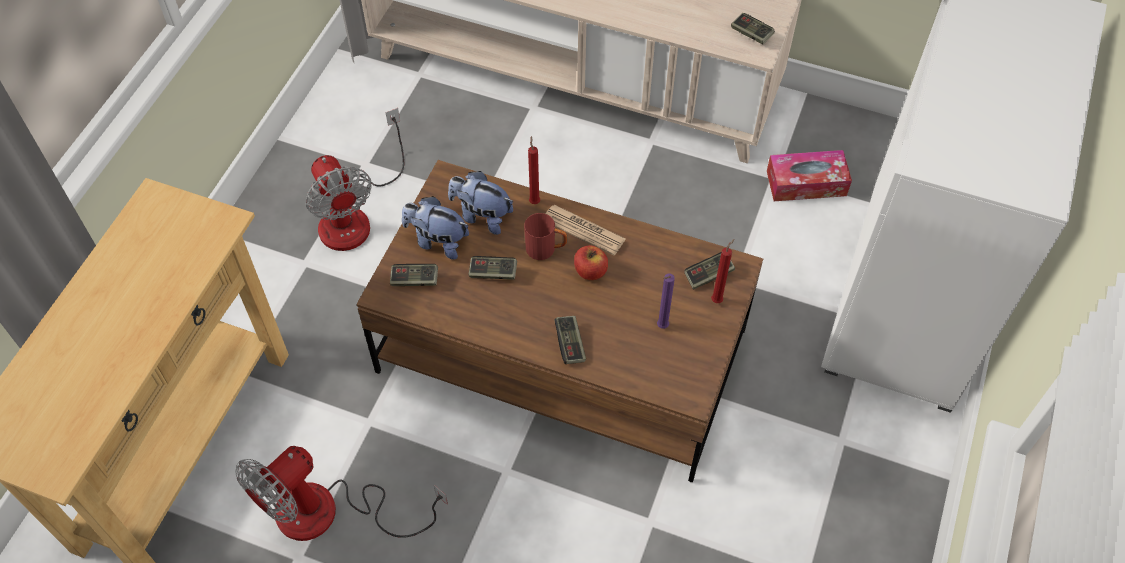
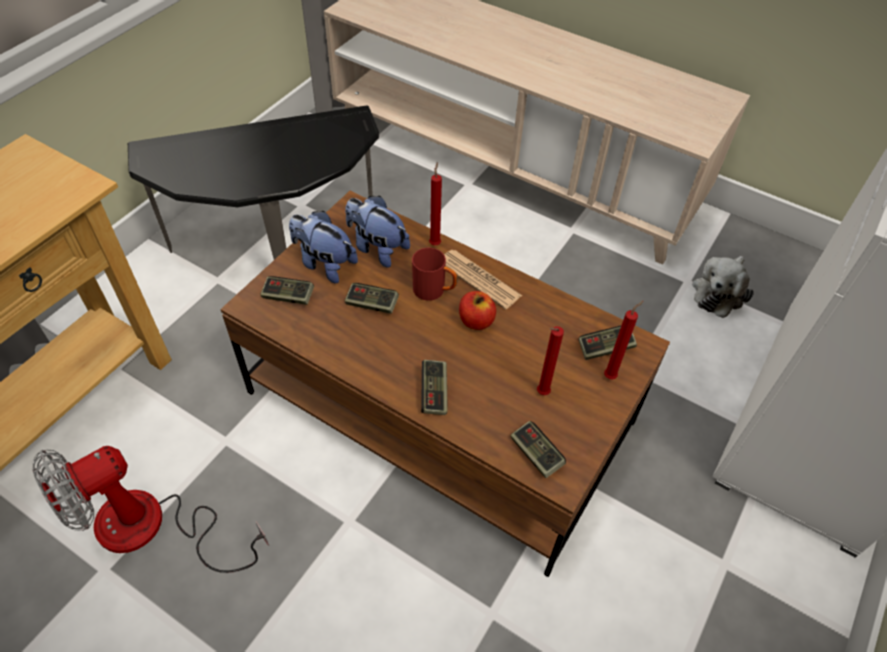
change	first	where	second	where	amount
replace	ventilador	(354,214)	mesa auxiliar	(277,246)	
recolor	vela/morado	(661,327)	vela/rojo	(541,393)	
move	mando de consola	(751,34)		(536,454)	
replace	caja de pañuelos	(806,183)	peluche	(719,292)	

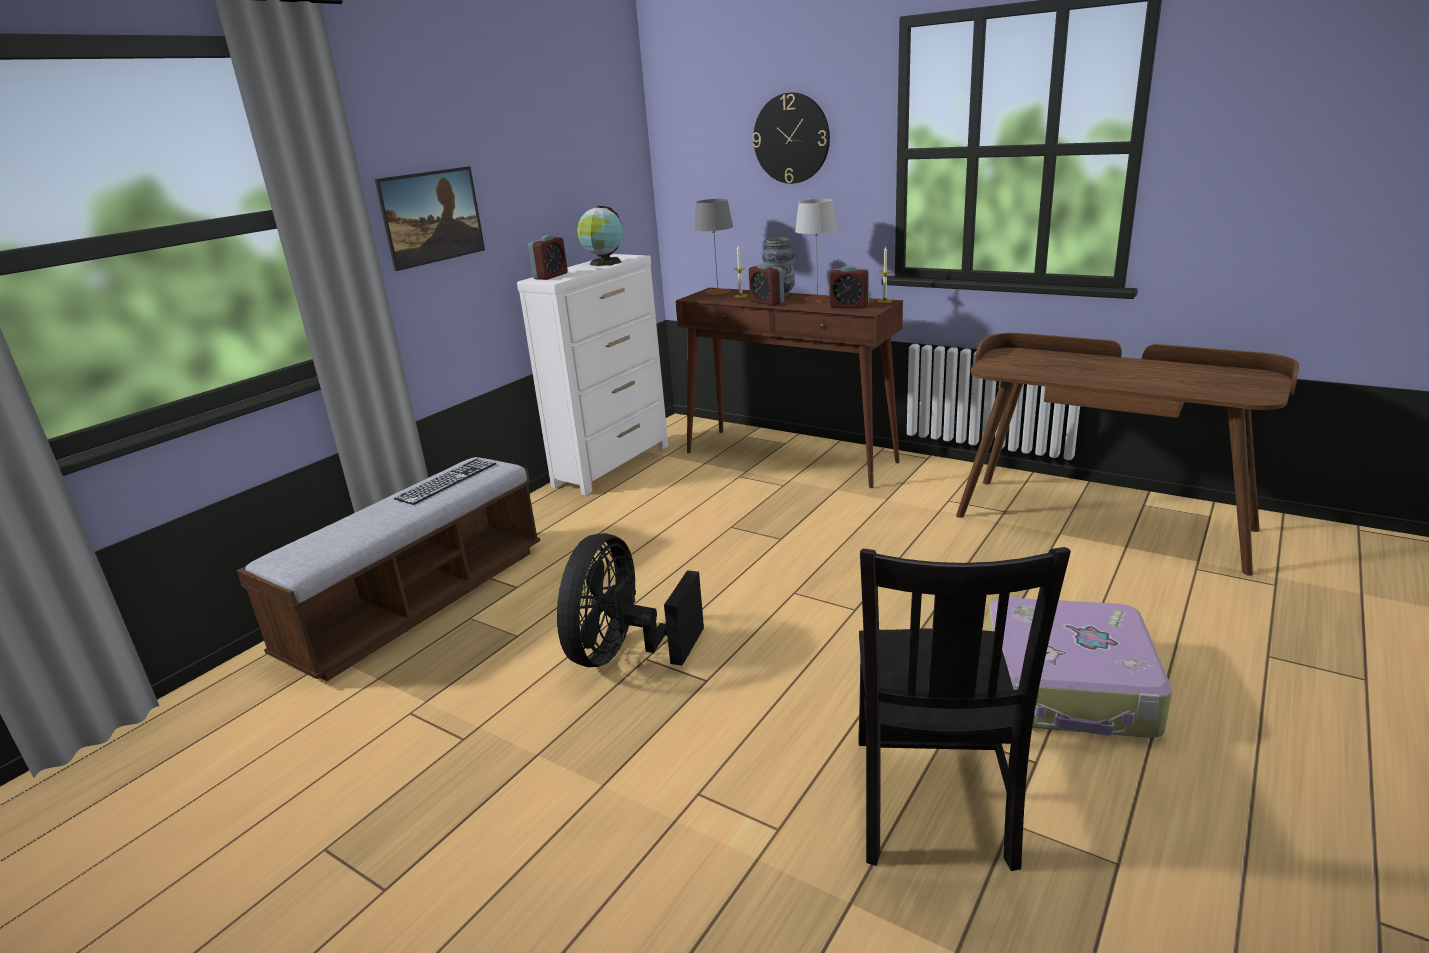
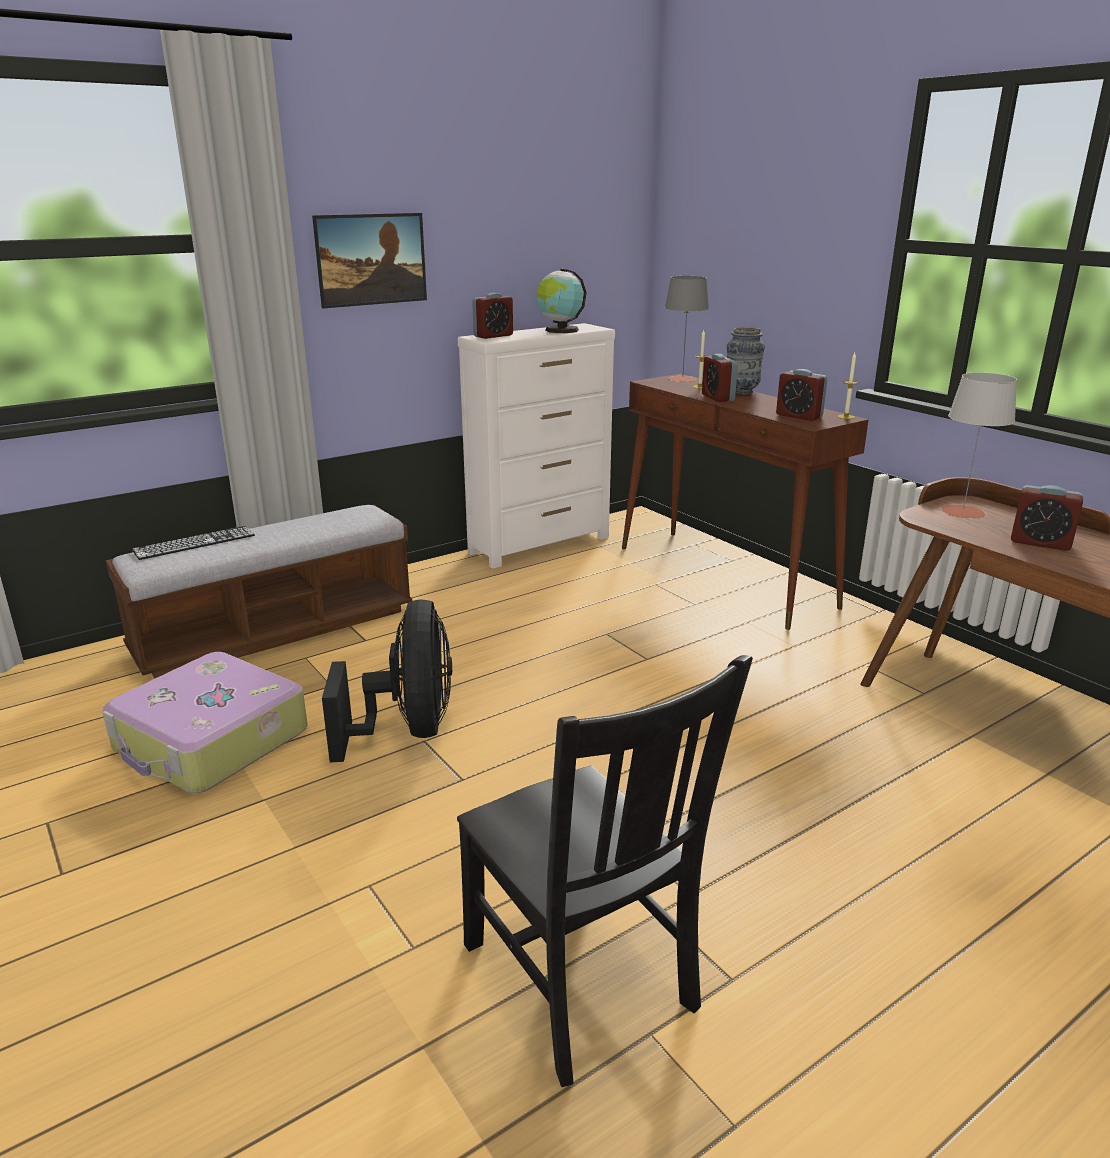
change	first	where	second	where	amount
move	teclado	(447,481)		(194,543)	
rotate	ventilador/negro	(624,653)		(408,730)	135 degrees clockwise
delete	reloj de pared	(791,138)			
move	lámpara de mesa/gris	(817,298)		(962,512)	
rotate	silla/negro	(932,804)		(582,981)	60 degrees counterclockwise
move	maleta	(1069,687)		(211,741)	
insert			despertador	(1040,543)	

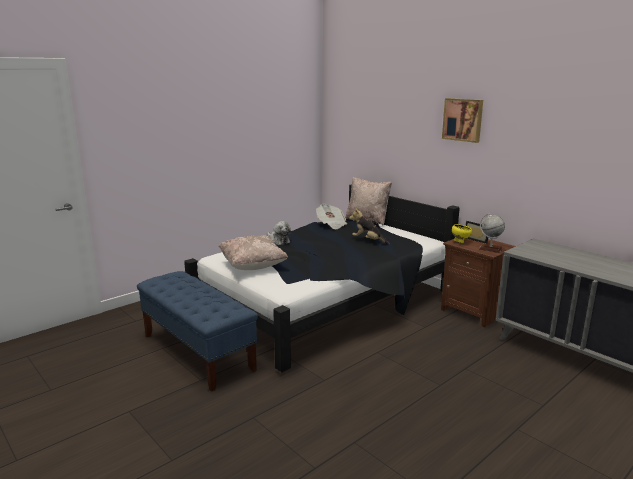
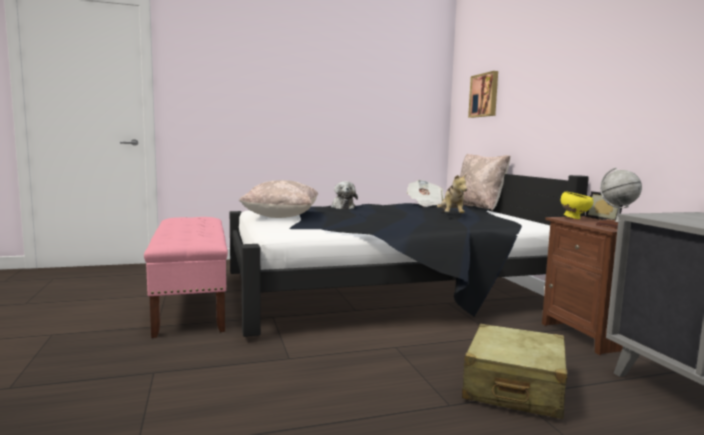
change	first	where	second	where	amount
recolor	banco/azul	(198,352)	banco/rosa	(191,304)	
rotate	peluche	(368,241)		(451,216)	150 degrees counterclockwise
move	cuadro	(463,119)		(484,95)	
insert			maleta/beis	(514,387)	

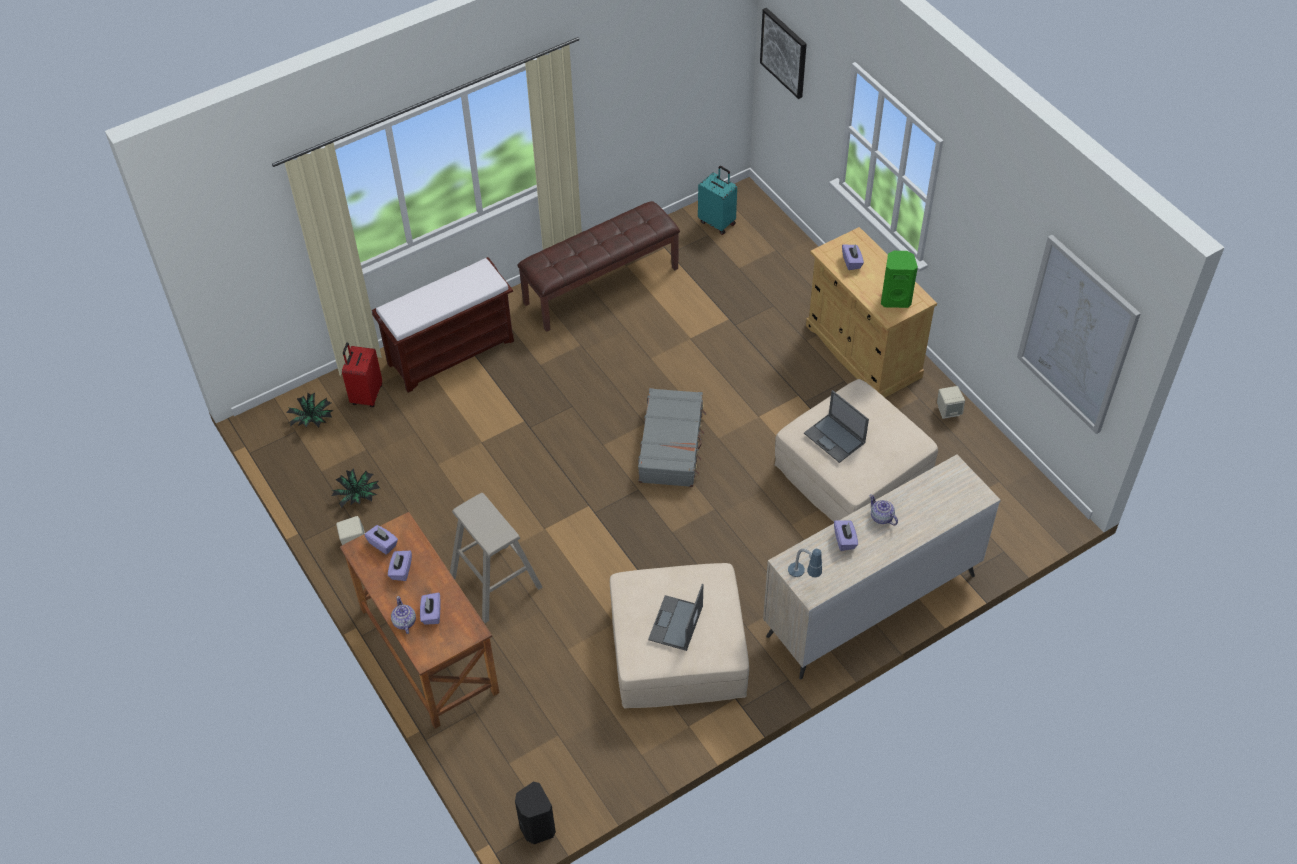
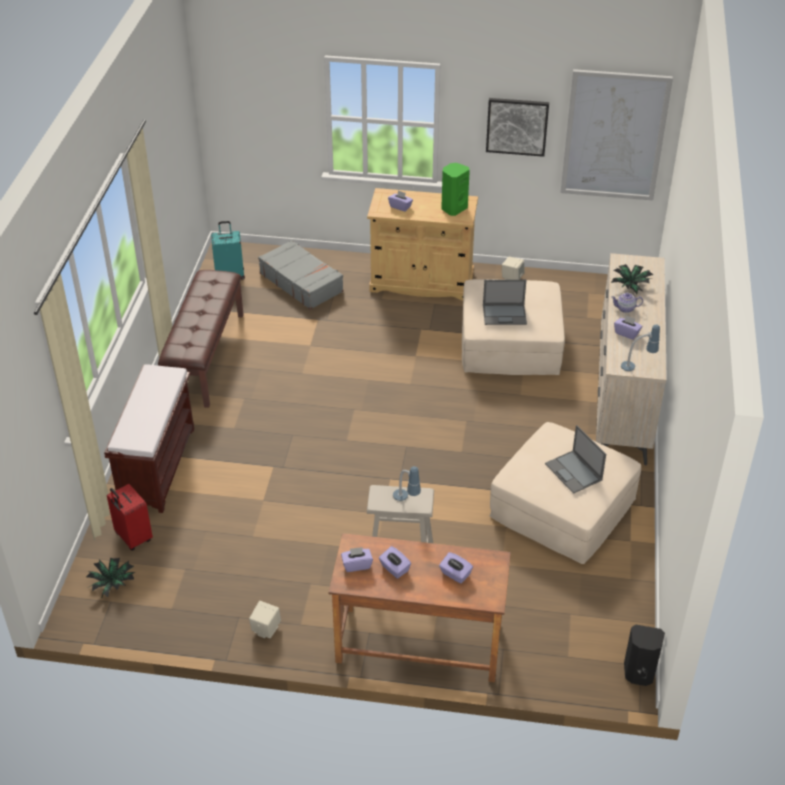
change	first	where	second	where	amount
move	planta en maceta	(357,496)		(630,286)	
delete	tetera	(404,622)			
move	maleta/gris	(672,445)		(301,282)	
move	cuadro	(784,52)		(517,126)	
insert			lámpara de mesa	(406,502)	

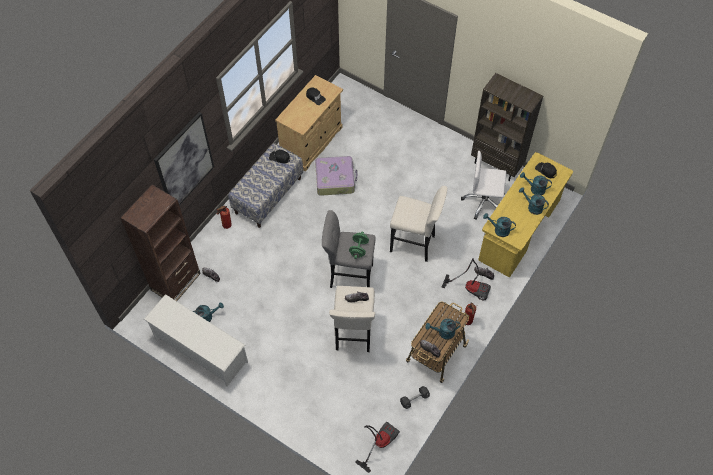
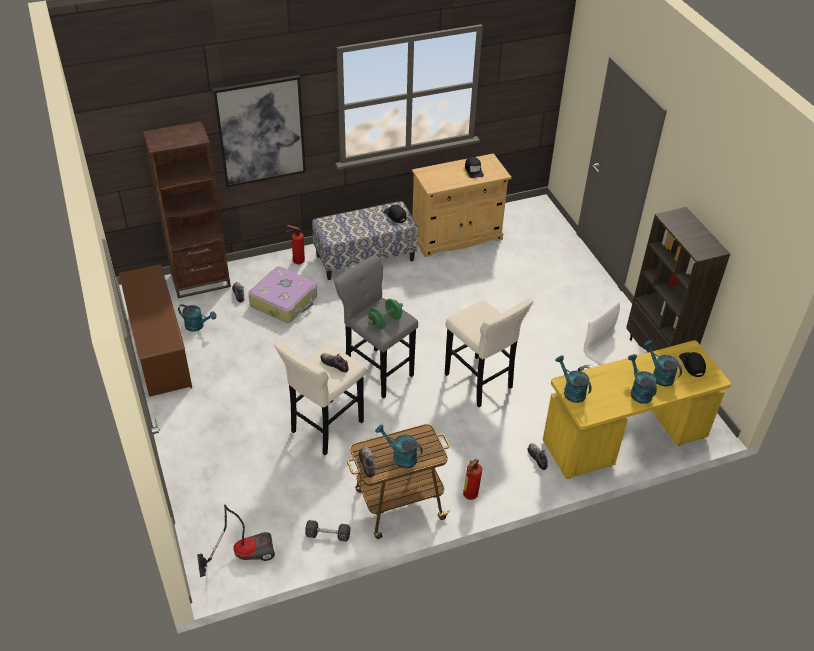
change	first	where	second	where	amount
recolor	zapatero/blanco	(200,350)	zapatero/marrón	(159,350)	
move	maleta	(335,179)		(284,301)	
delete	aspiradora	(470,288)			

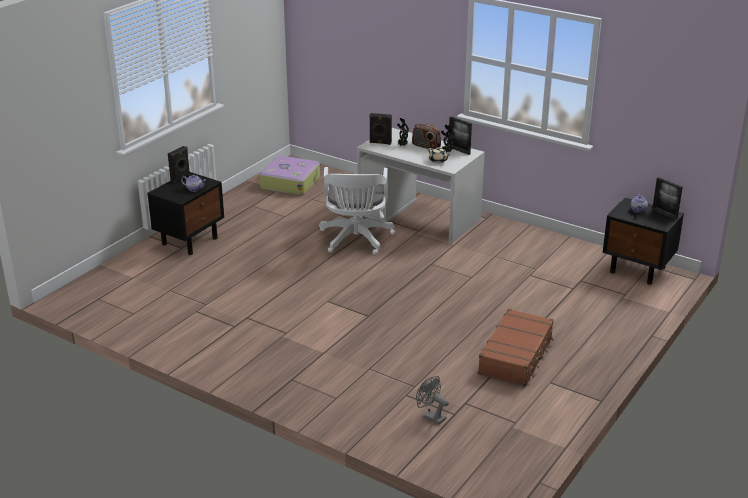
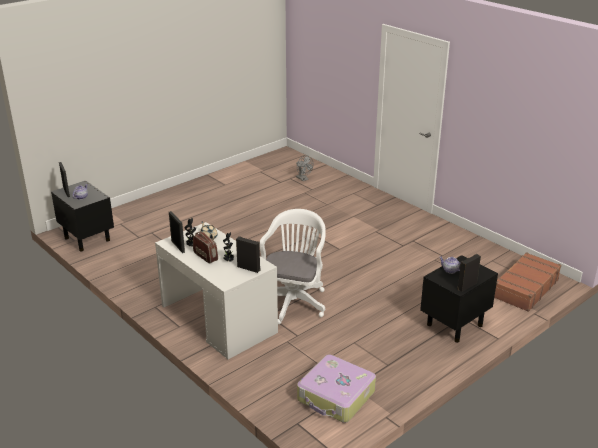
change	first	where	second	where	amount
move	maleta/marrón	(516,356)		(525,288)	

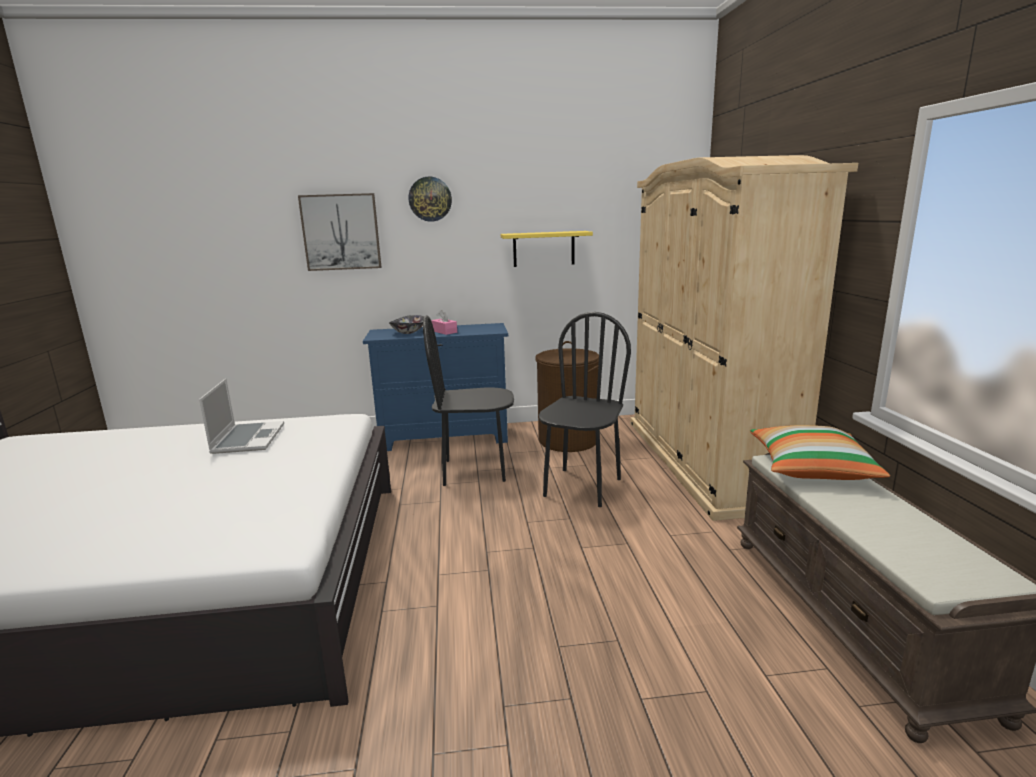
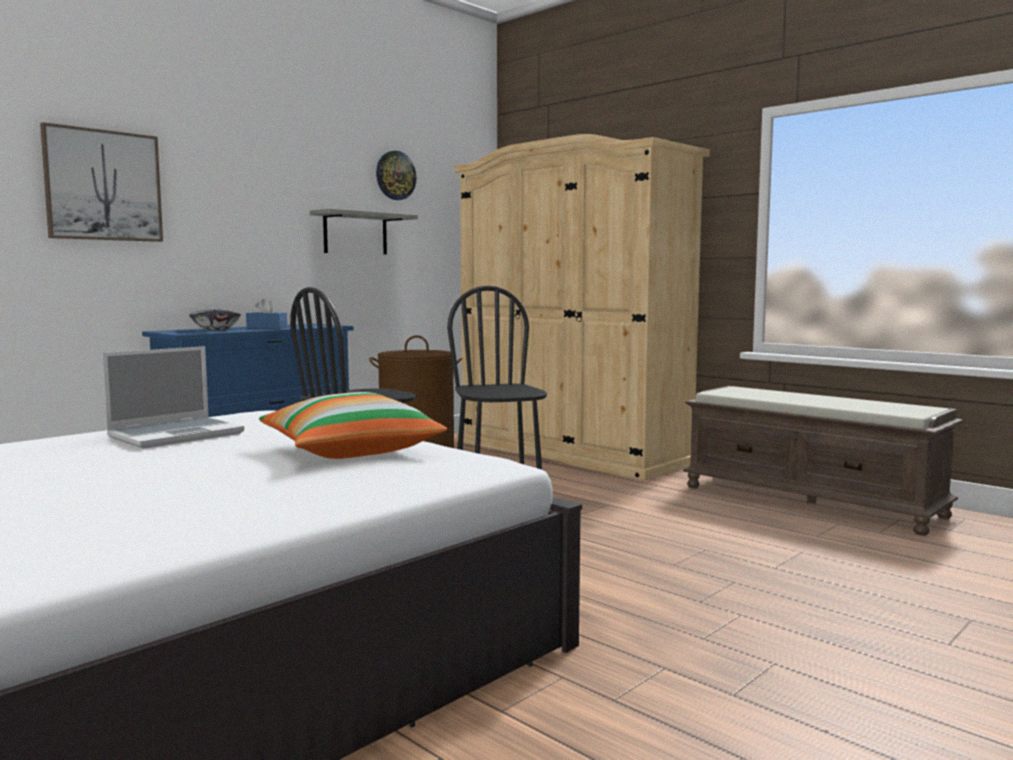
change	first	where	second	where	amount
rotate	portátil	(248,439)		(177,435)	90 degrees clockwise
move	reloj de pared	(430,199)		(395,175)	
recolor	caja de pañuelos/rosa	(444,332)	caja de pañuelos/azul	(267,328)	
recolor	estante/amarillo	(543,249)	estante/gris	(355,233)	
move	cojín	(810,468)		(350,451)	

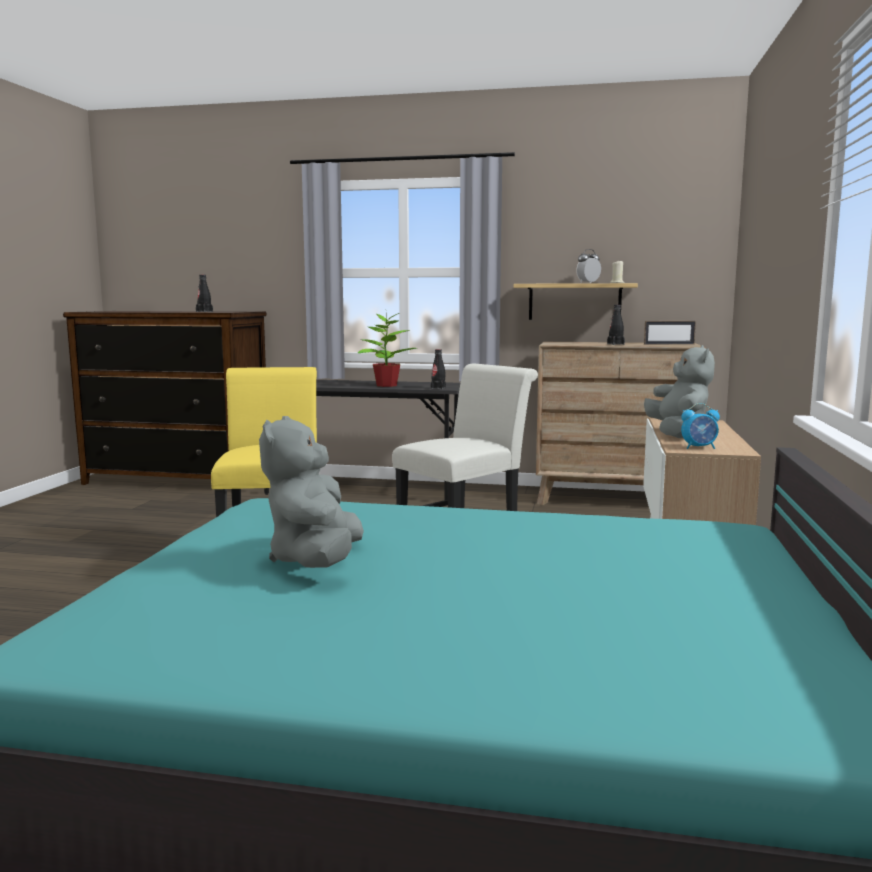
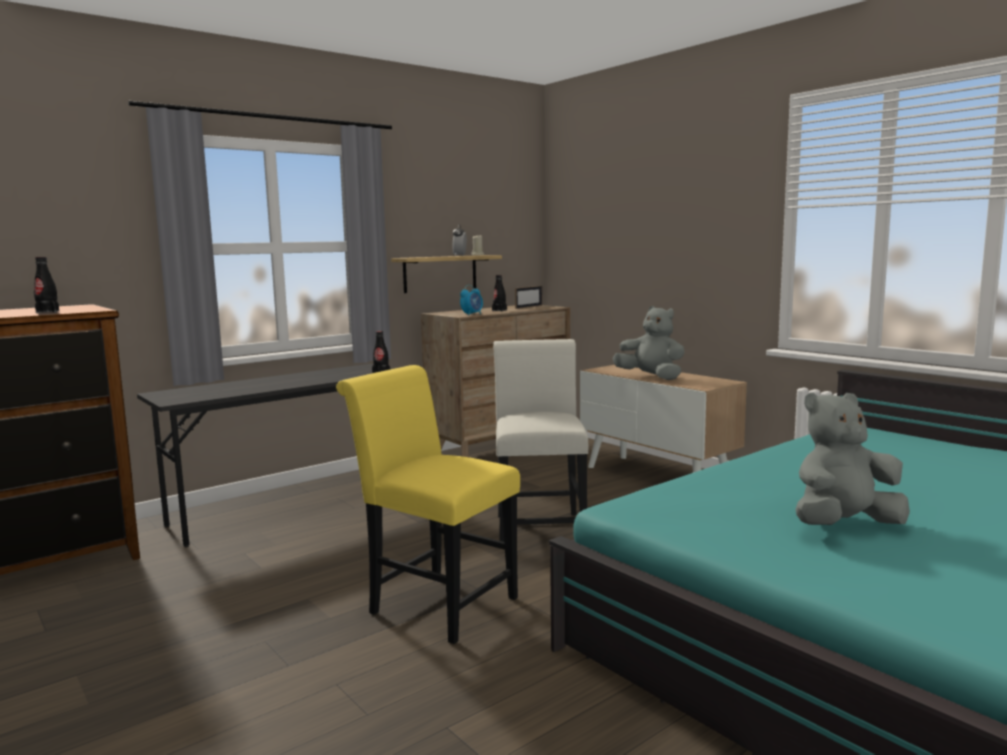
change	first	where	second	where	amount
rotate	peluche/gris	(316,561)		(844,525)	120 degrees clockwise
delete	planta en maceta	(385,385)			
move	despertador	(699,448)		(472,314)	

